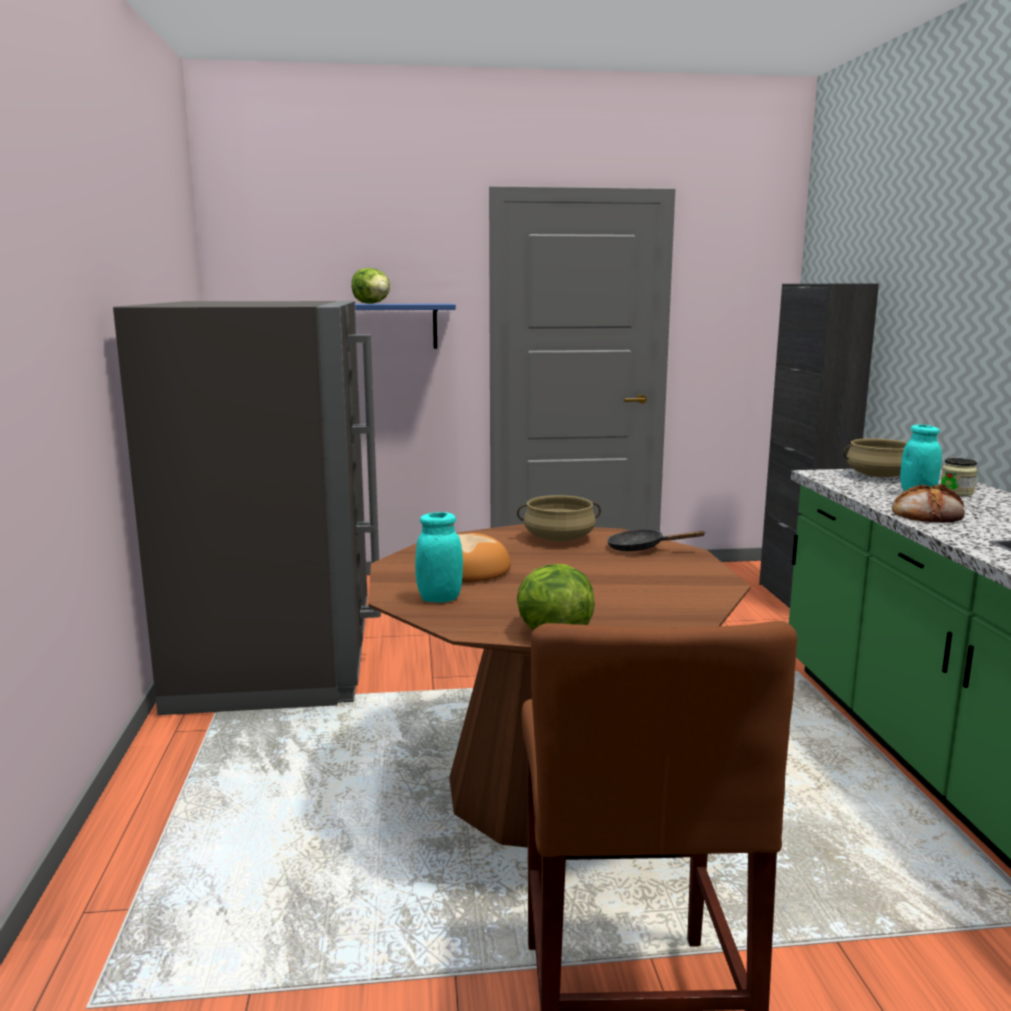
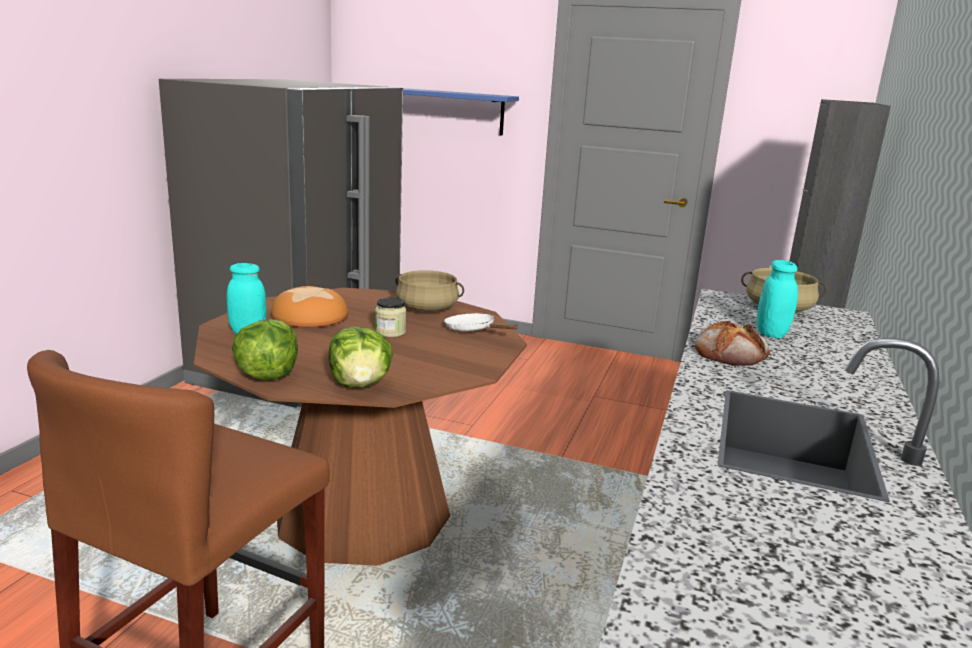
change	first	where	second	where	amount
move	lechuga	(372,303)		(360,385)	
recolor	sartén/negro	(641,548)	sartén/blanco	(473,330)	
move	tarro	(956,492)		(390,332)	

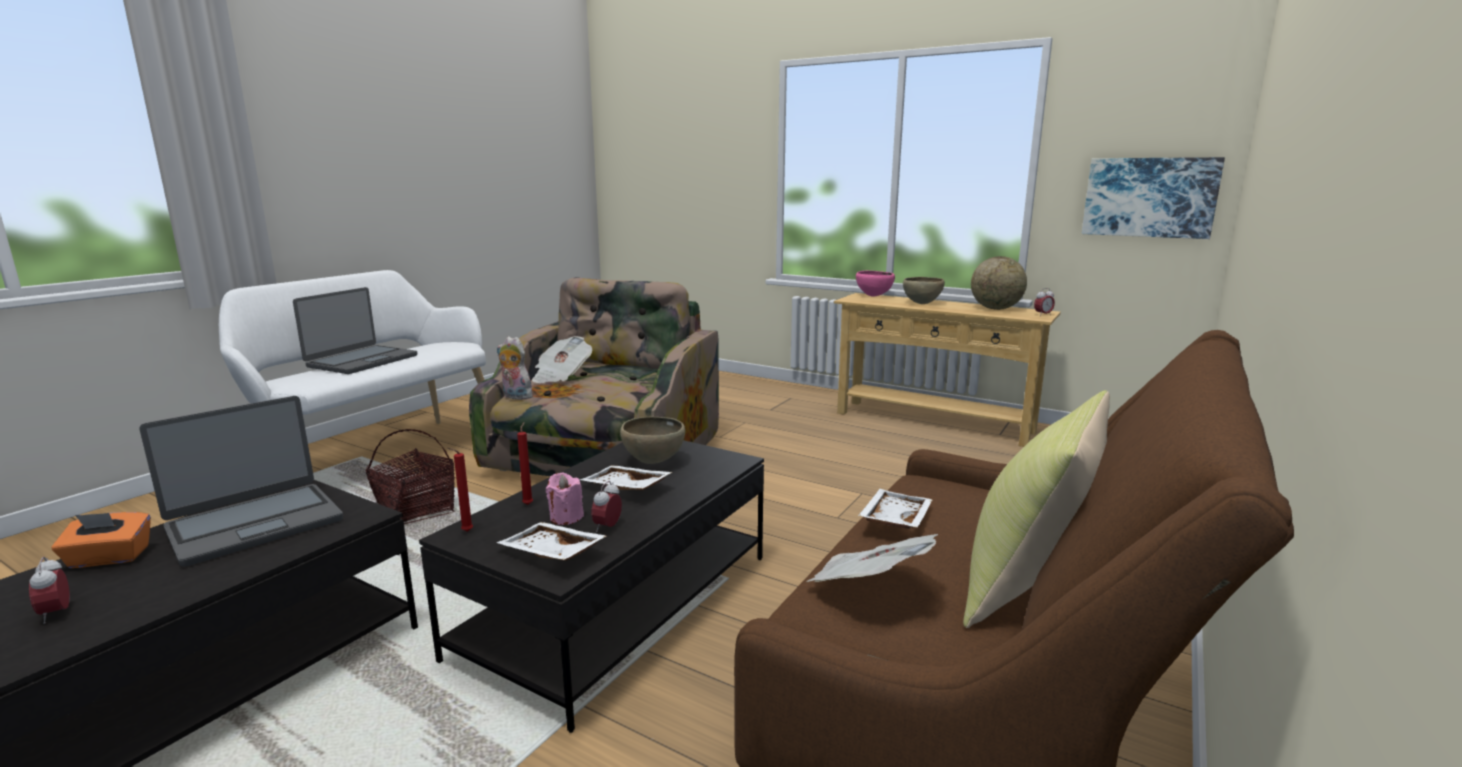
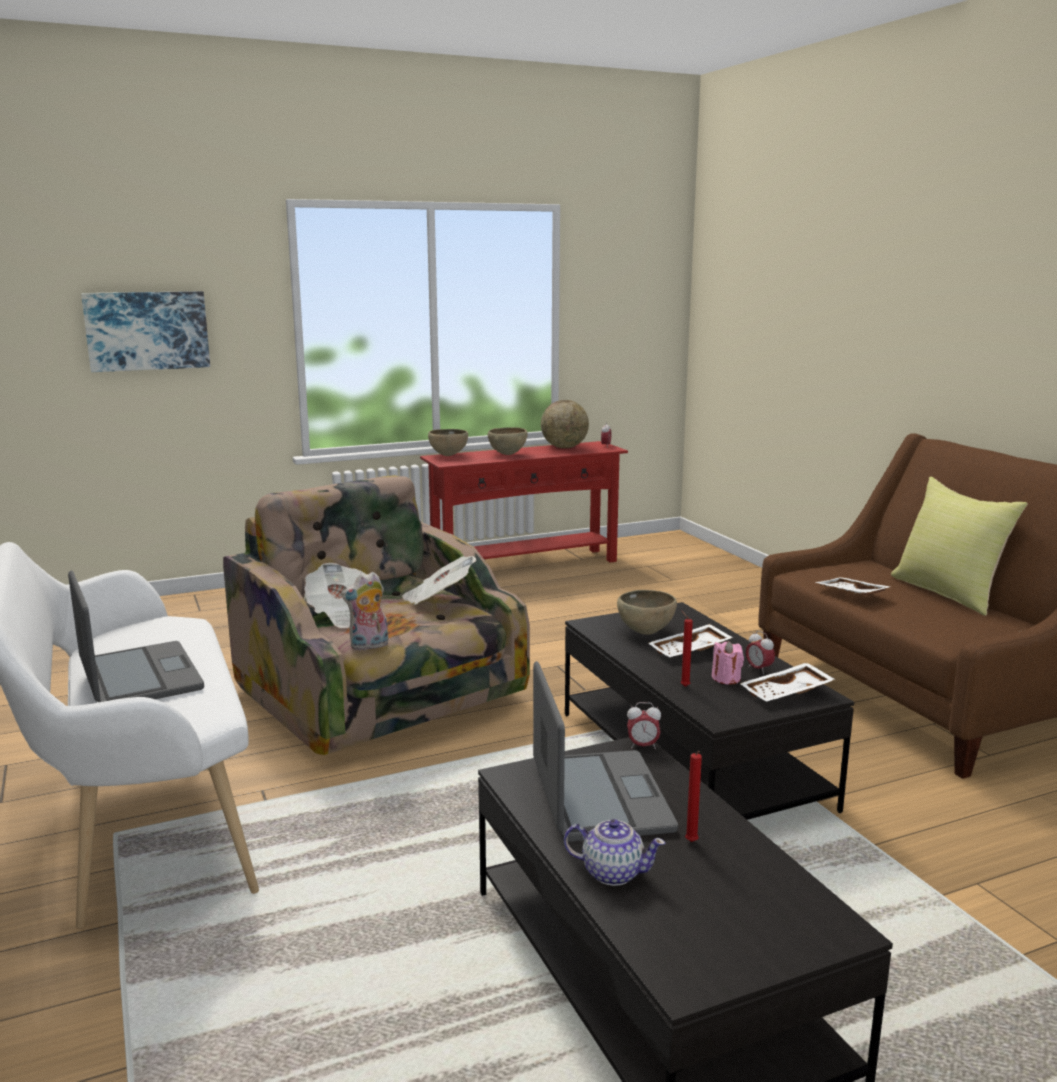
change	first	where	second	where	amount
move	despertador	(56,613)		(643,746)	
replace	caja de pañuelos/naranja	(109,558)	tetera	(612,872)	
delete	cesta	(415,511)			
move	vela/rojo	(465,532)		(691,843)	
move	periódico	(868,588)		(438,599)	
recolor	mesa consola/beis	(933,422)	mesa consola/rojo	(525,566)	
recolor	cuenco/rosa	(873,296)	cuenco/marrón	(448,455)	
move	cuadro	(1149,197)		(147,330)	

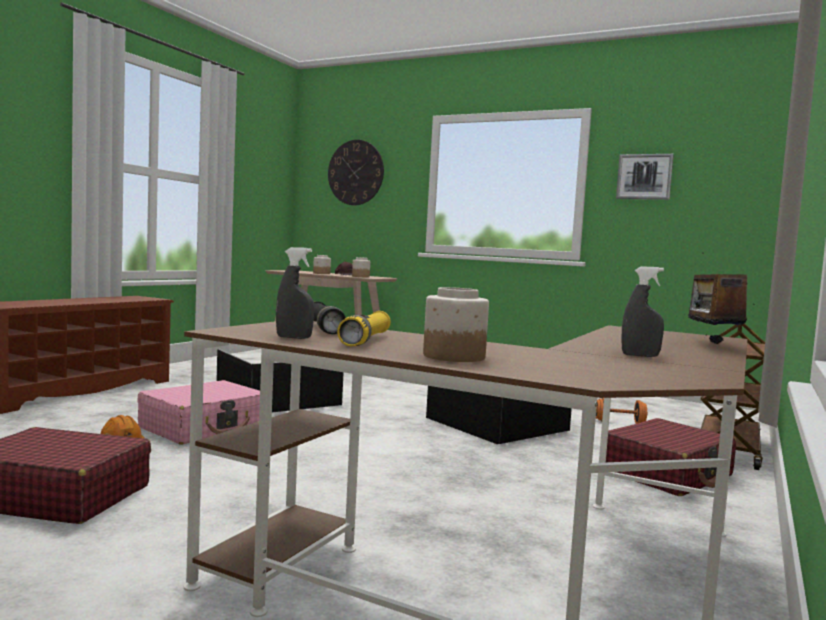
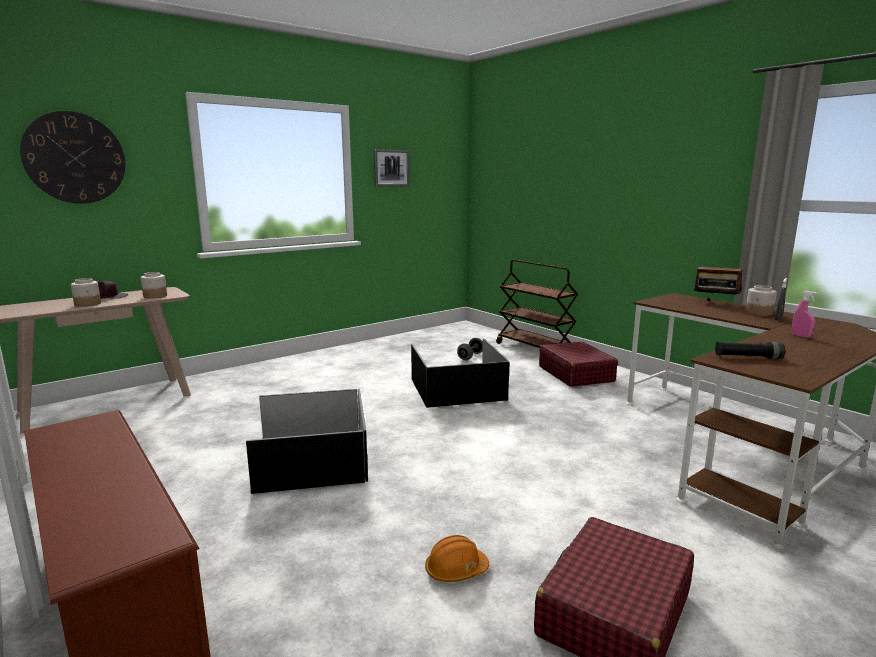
change	first	where	second	where	amount
delete	maleta/rosa	(205,428)			
delete	pulverizador/gris	(294,337)			
delete	linterna/amarillo	(365,340)			
move	tarro	(453,356)		(759,313)	
recolor	mancuerna/naranja	(619,422)	mancuerna/gris	(470,356)	
insert			pulverizador/rosa	(801,336)	

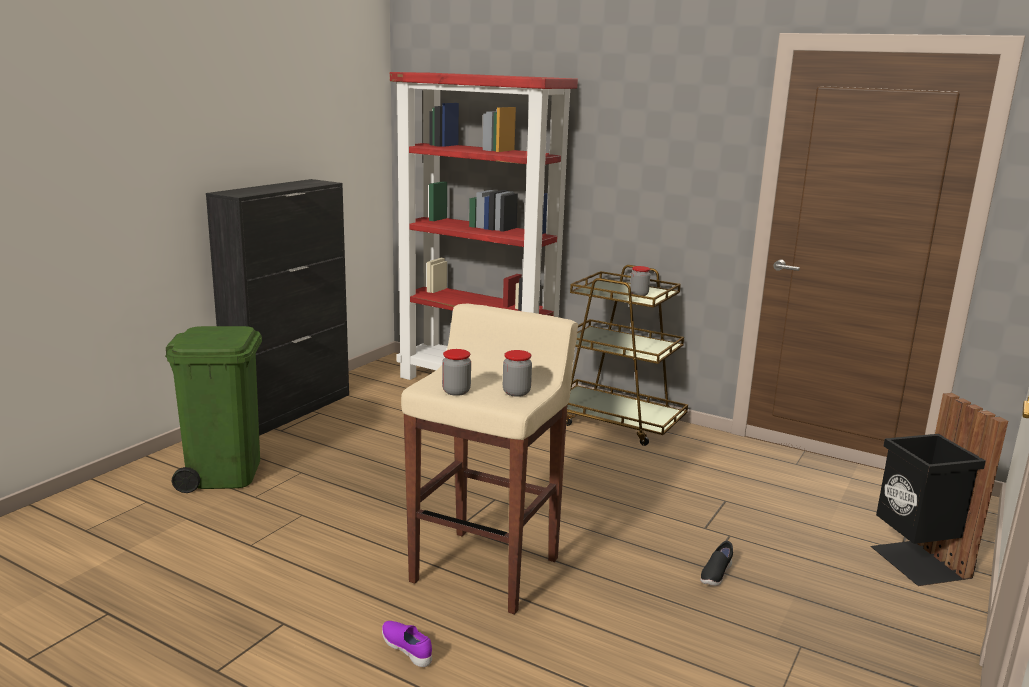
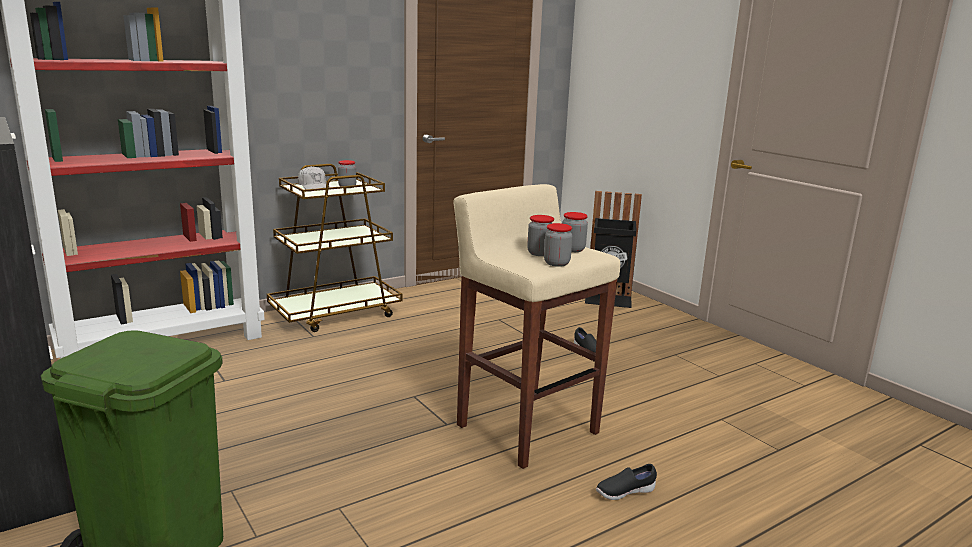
change	first	where	second	where	amount
recolor	zapato/morado	(408,650)	zapato/negro	(624,492)	
insert			gorra/blanco	(314,187)	
insert			tarro	(539,253)	

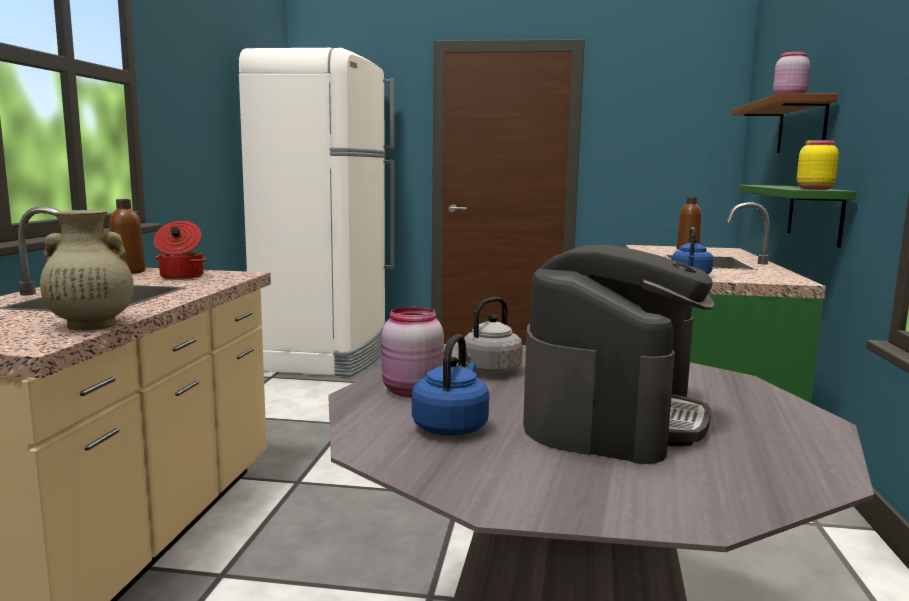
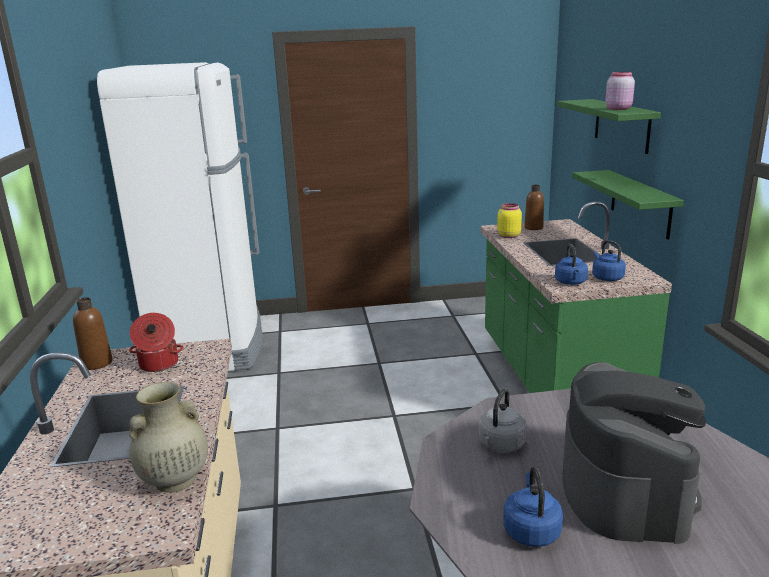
change	first	where	second	where	amount
delete	tarro/rosa	(410,391)			
recolor	estante/marrón	(801,127)	estante/verde	(621,125)	
move	tarro/amarillo	(813,189)		(508,236)	
insert			hervidor/azul	(606,278)	

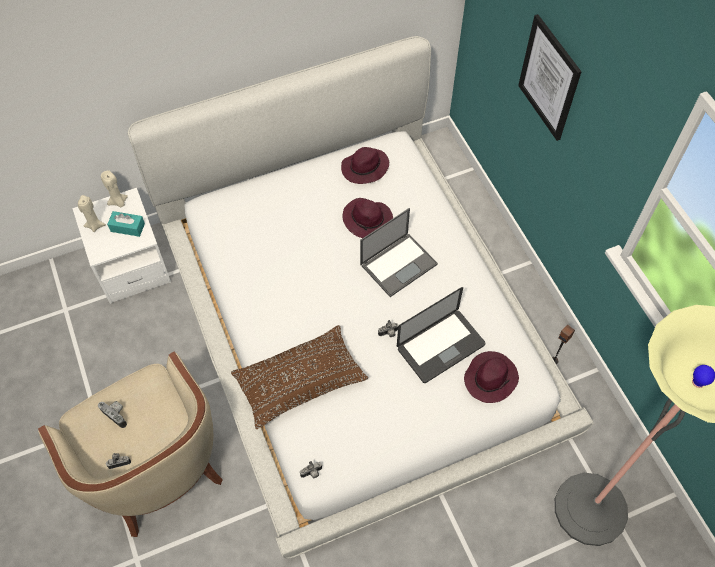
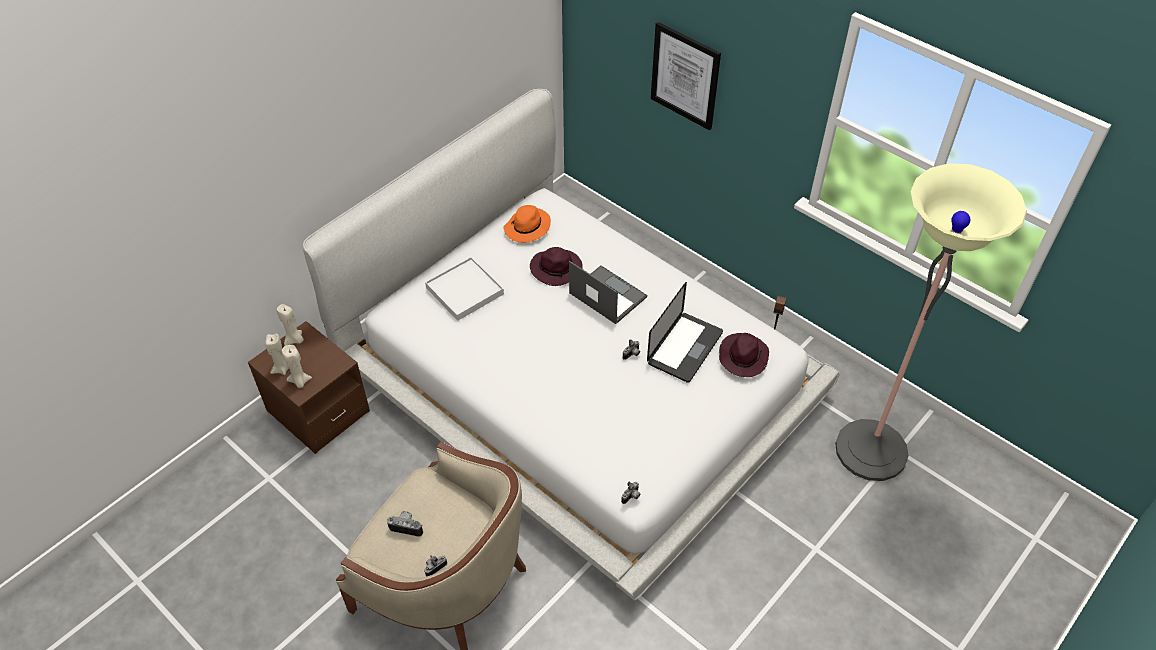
change	first	where	second	where	amount
recolor	mesita de noche/blanco	(131,265)	mesita de noche/marrón	(318,411)	
delete	caja de pañuelos/turquesa	(127,227)			
delete	cojín/marrón	(300,382)			
recolor	sombrero/morado	(364,168)	sombrero/naranja	(527,228)	
rotate	portátil	(399,263)		(606,295)	75 degrees counterclockwise
insert			vela/beis	(299,381)	
insert			bandeja/blanco	(465,291)	

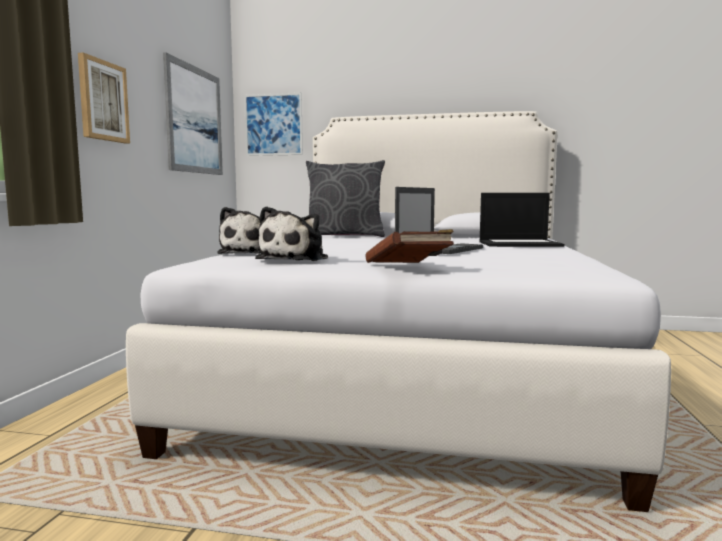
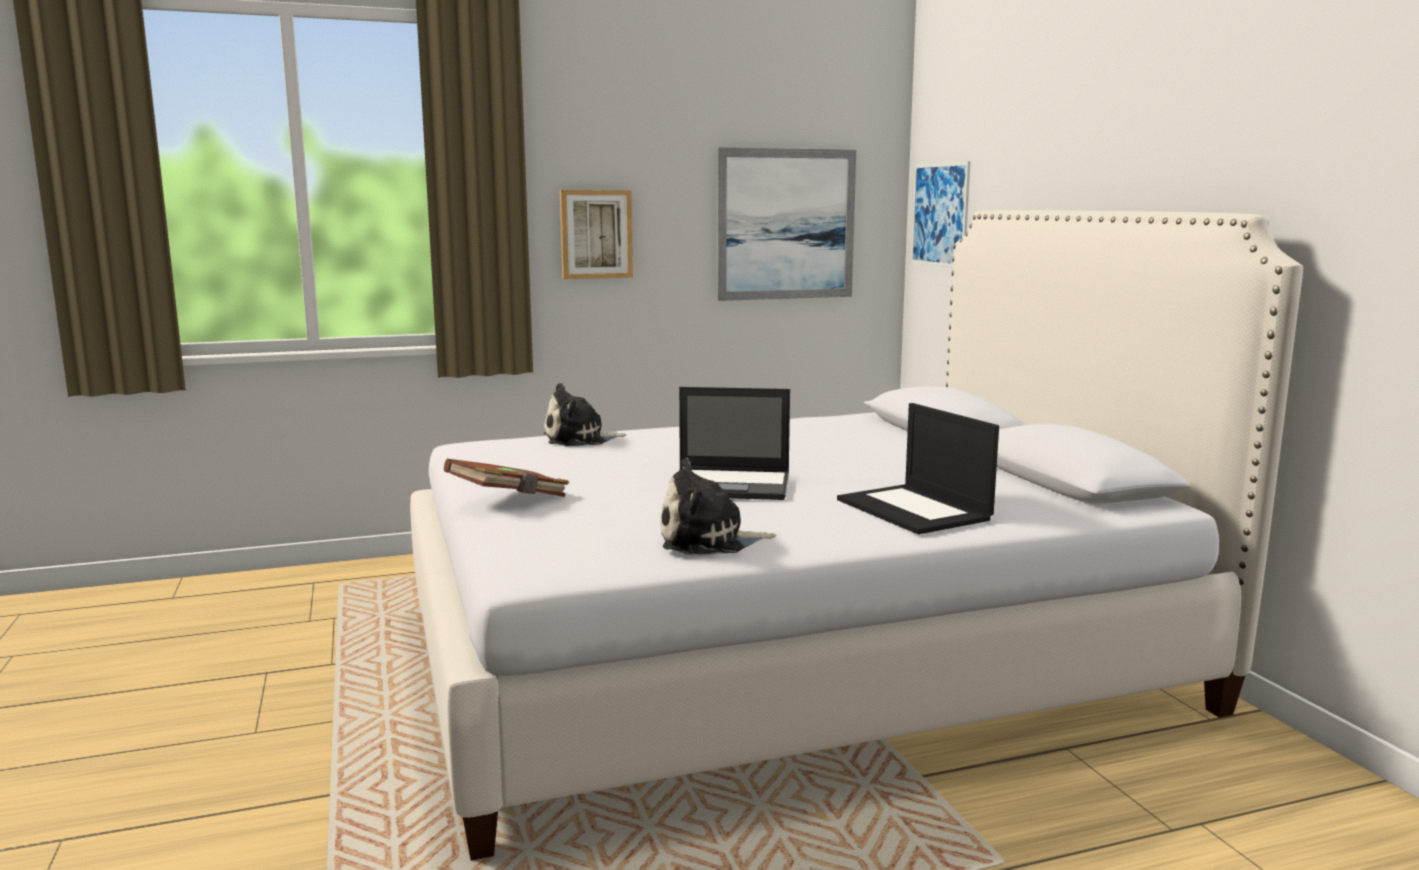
change	first	where	second	where	amount
move	peluche	(296,259)		(708,541)	
delete	cojín/gris	(344,236)			

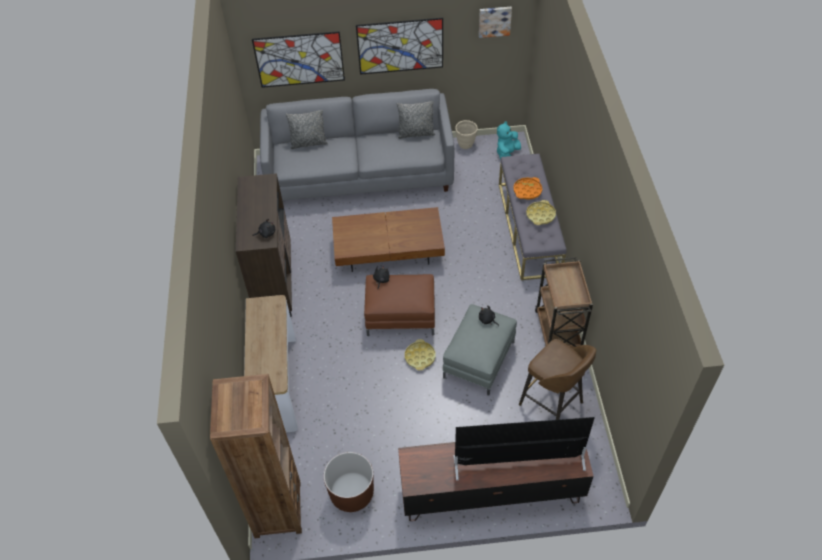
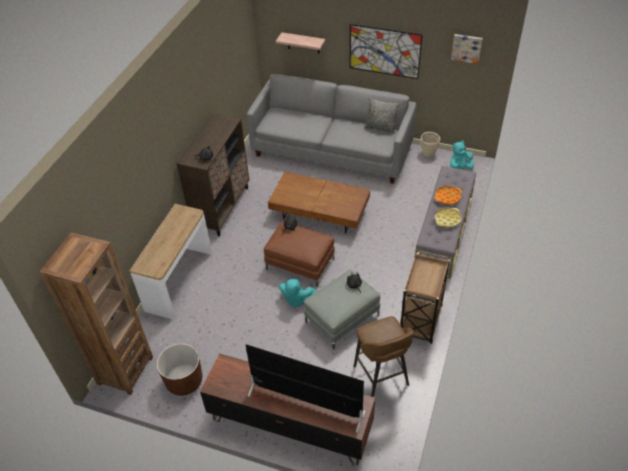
change	first	where	second	where	amount
replace	cuadro	(299,59)	estante	(303,43)	
delete	cojín/gris	(308,143)			
replace	bandeja/amarillo	(420,357)	peluche/turquesa	(296,299)	

